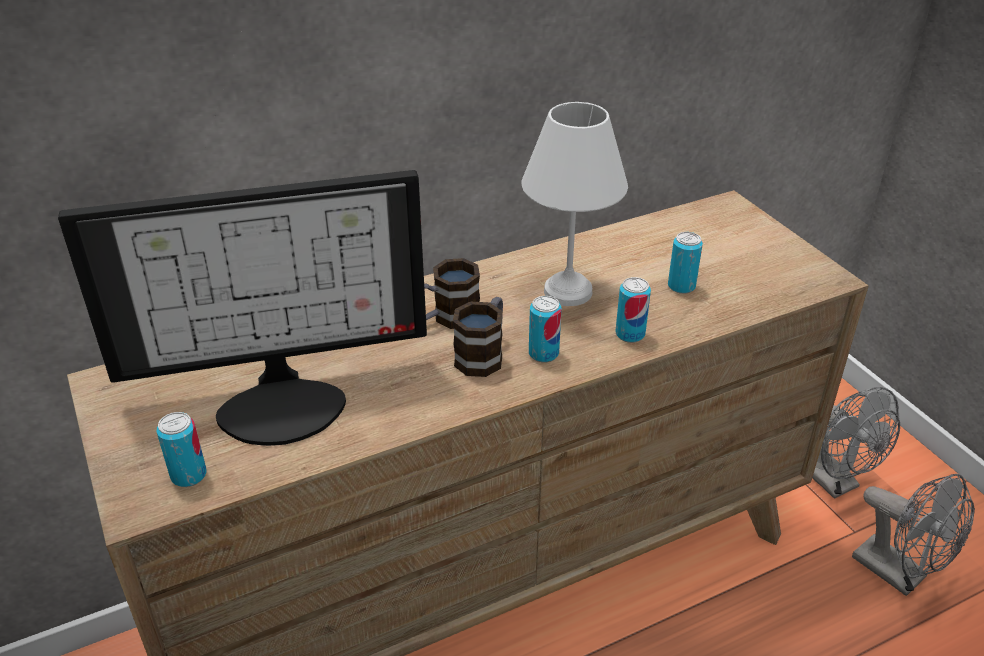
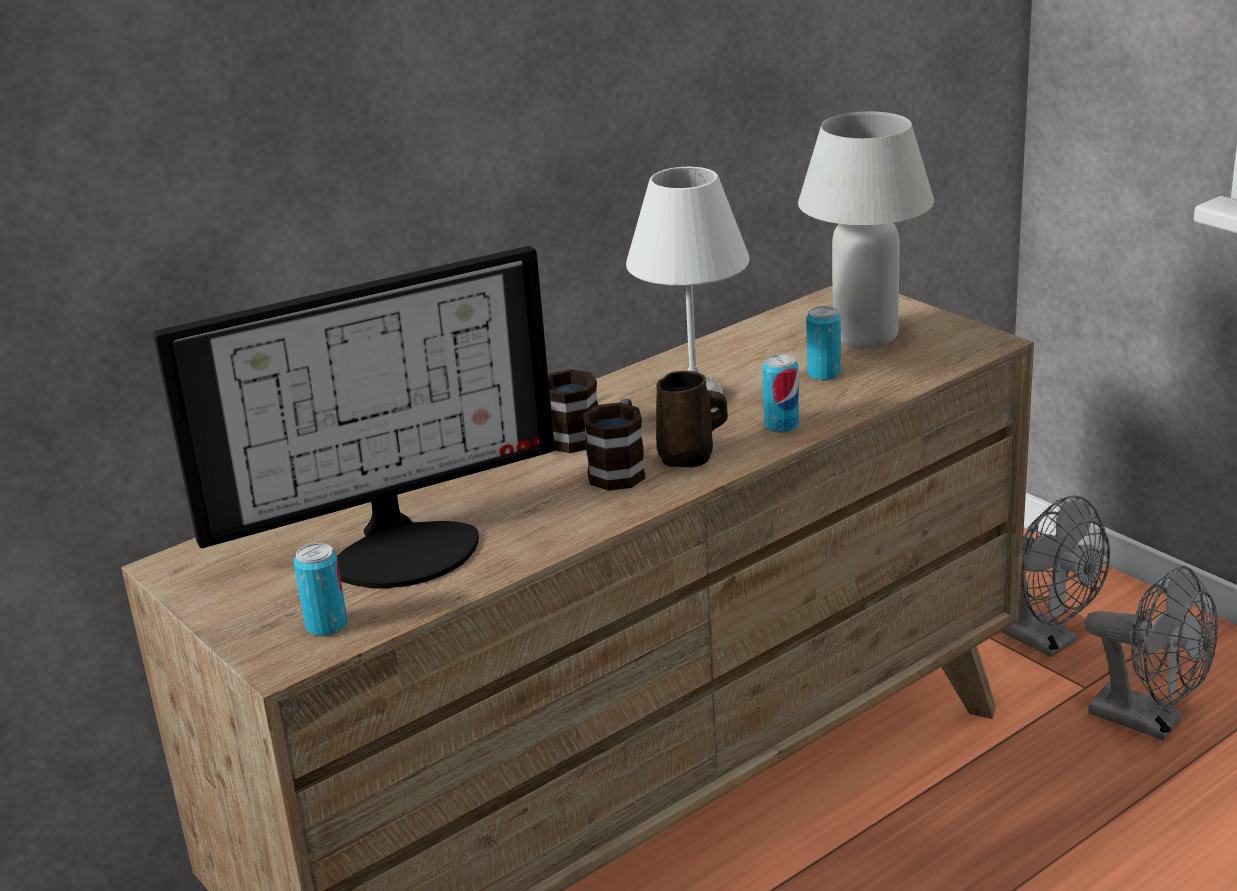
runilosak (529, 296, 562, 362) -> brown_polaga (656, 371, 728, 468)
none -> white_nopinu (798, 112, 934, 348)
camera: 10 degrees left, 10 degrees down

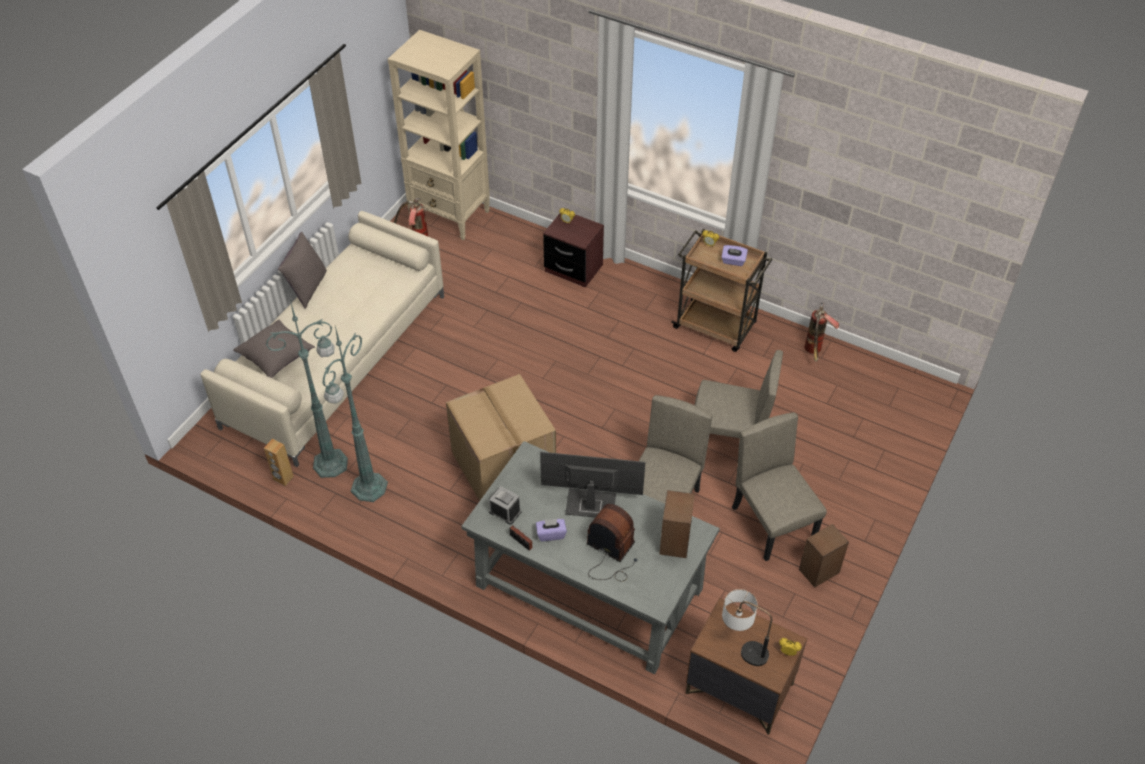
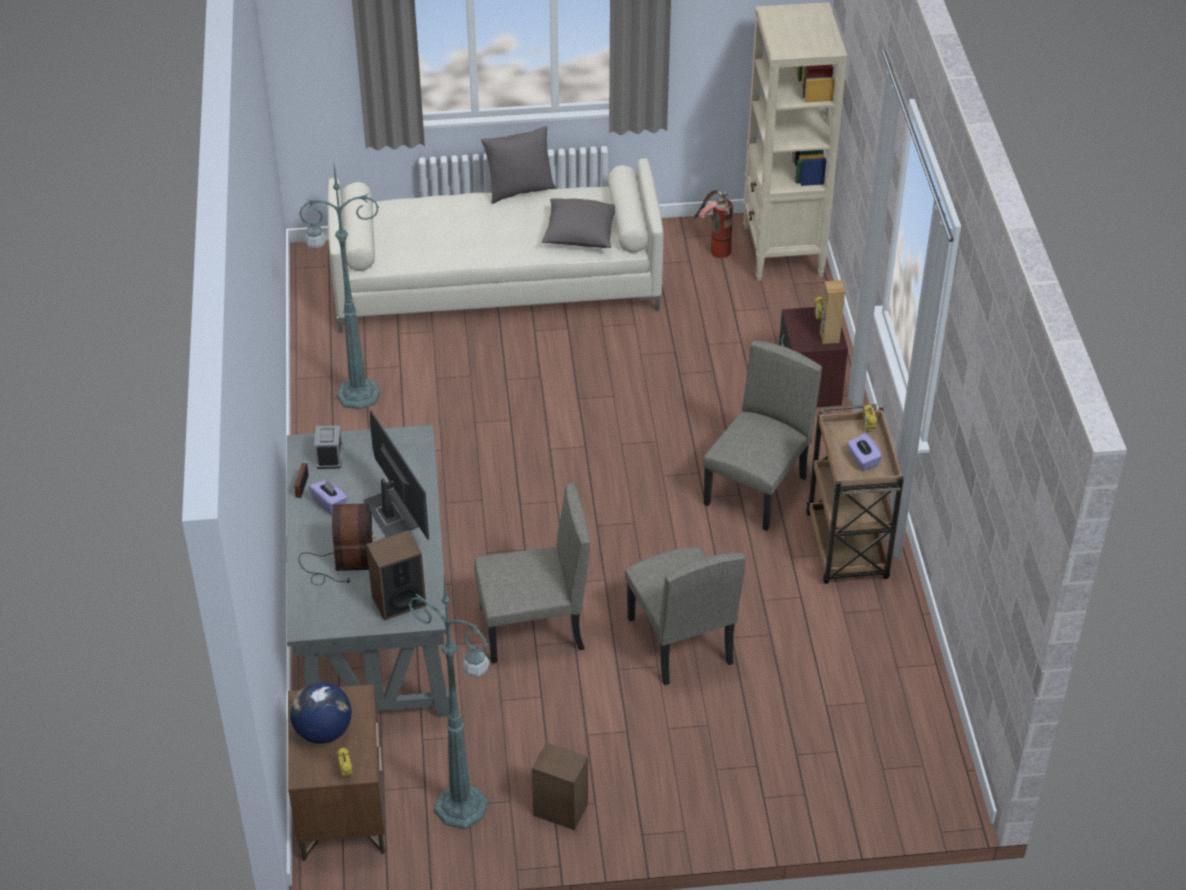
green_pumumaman (266, 300, 348, 478) -> green_pumumaman (408, 578, 490, 830), relocated
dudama (804, 302, 839, 362) -> none
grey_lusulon (233, 319, 315, 378) -> grey_lusulon (542, 198, 615, 248), relocated
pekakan (446, 374, 556, 501) -> none
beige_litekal (732, 412, 827, 561) -> beige_litekal (703, 340, 822, 531), relocated
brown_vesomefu (264, 439, 294, 486) -> brown_vesomefu (820, 280, 845, 344), relocated
nopinu (722, 589, 772, 666) -> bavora (290, 682, 352, 744)
camera: 55 degrees right, 5 degrees down

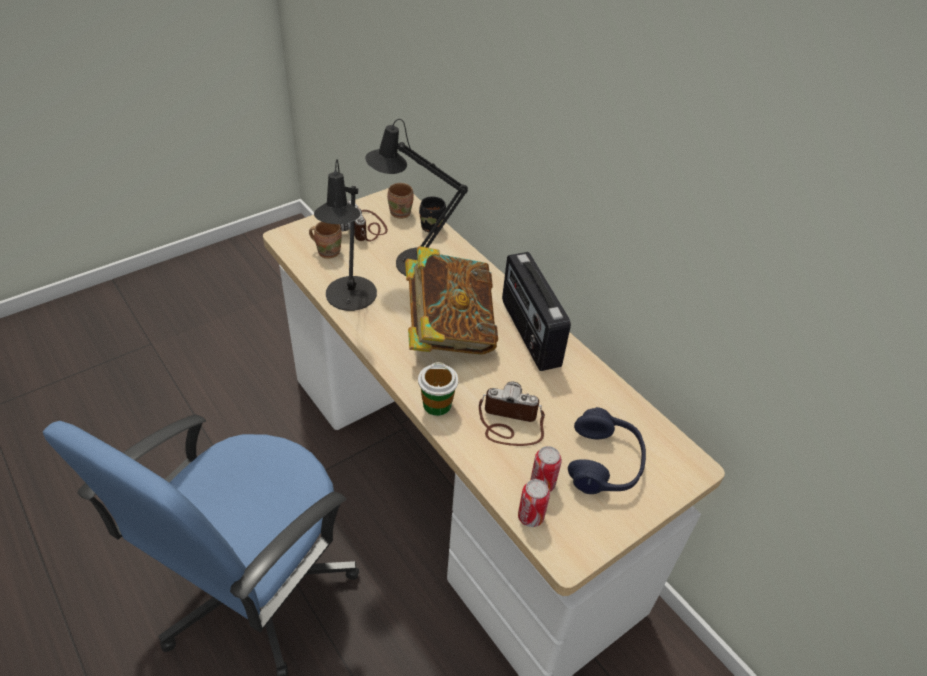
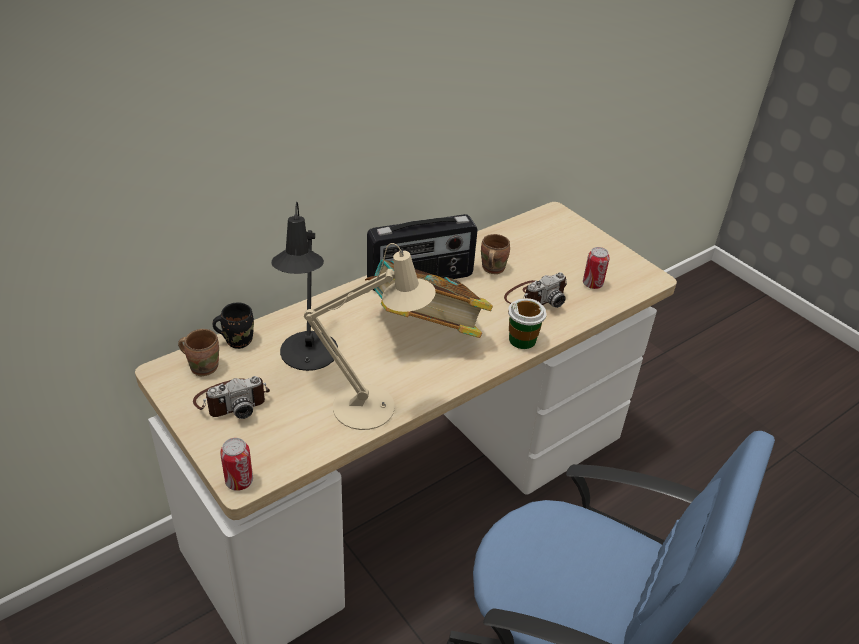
black_nopinu (314, 159, 377, 311) -> beige_nopinu (304, 243, 436, 430)
brown_polaga (309, 221, 342, 259) -> brown_polaga (481, 234, 510, 274), relocated
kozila (479, 381, 545, 446) -> kozila (504, 272, 567, 308), 135 degrees counterclockwise
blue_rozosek (568, 407, 646, 494) -> none
runilosak (518, 479, 550, 527) -> runilosak (220, 438, 253, 491), relocated
camera: 90 degrees left, 5 degrees down

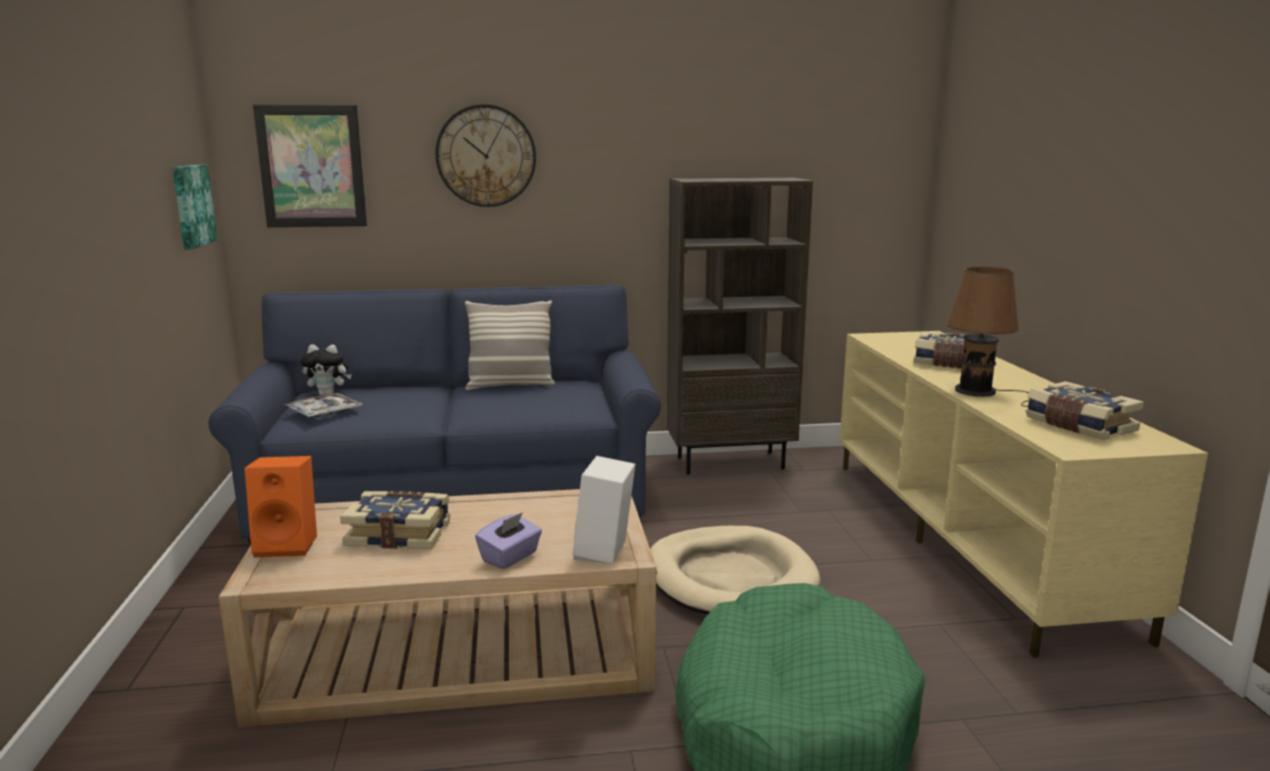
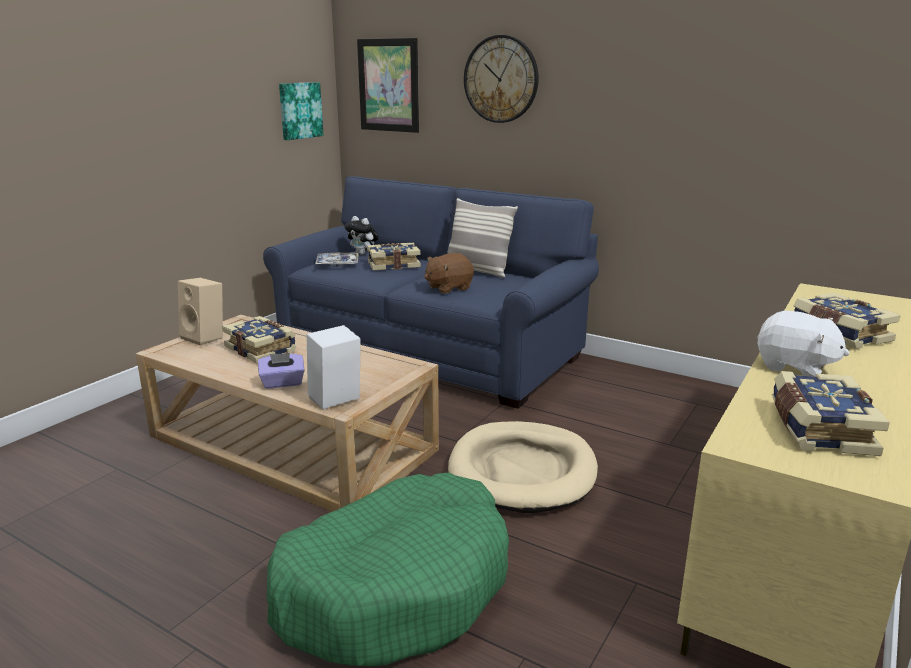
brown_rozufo (667, 178, 813, 475) -> none
brown_nopinu (947, 266, 1029, 407) -> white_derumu (757, 311, 850, 377)
orange_vesomefu (245, 456, 317, 558) -> beige_vesomefu (178, 278, 223, 346)
none -> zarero (367, 243, 421, 271)
none -> brown_derumu (424, 253, 474, 294)
camera: 40 degrees right, 5 degrees up

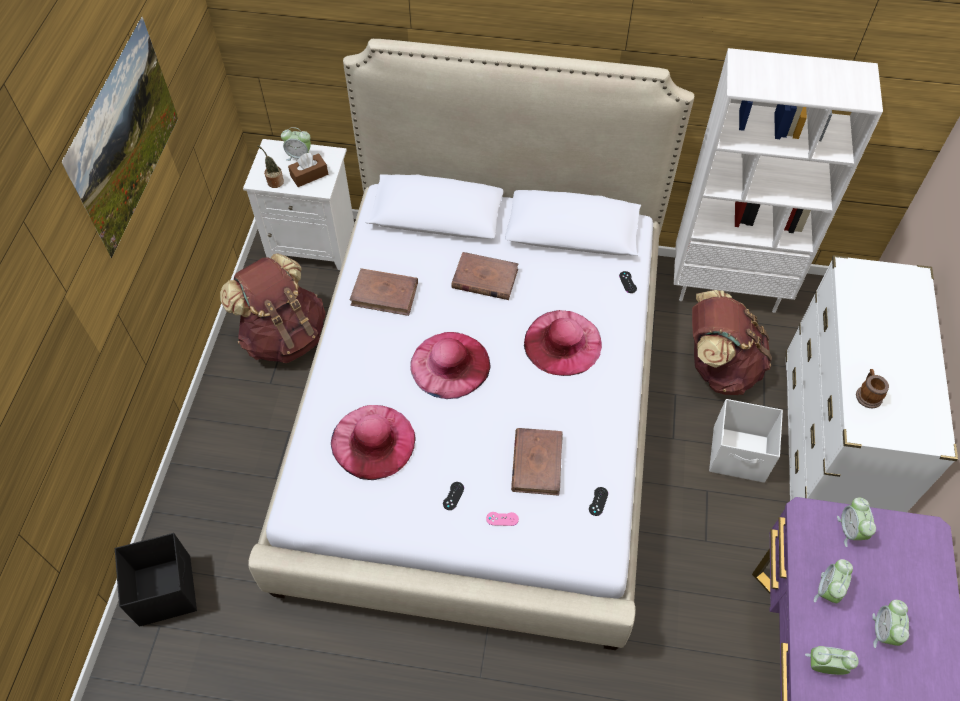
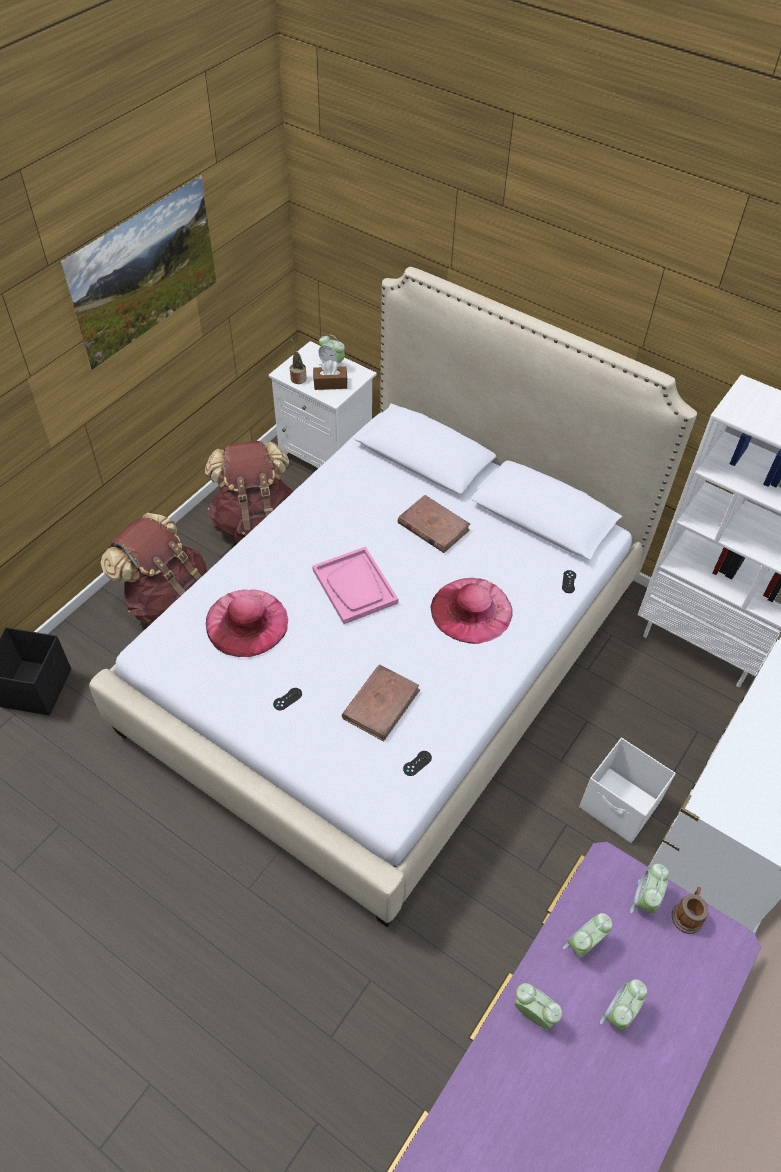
brown_zarero (350, 268, 418, 316) -> none
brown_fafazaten (692, 290, 772, 395) -> brown_fafazaten (101, 513, 207, 625), relocated
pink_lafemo (410, 332, 490, 399) -> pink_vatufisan (312, 546, 398, 624)
polaga (856, 369, 889, 408) -> polaga (672, 887, 708, 934), relocated
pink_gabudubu (486, 512, 519, 526) -> none
camera: 25 degrees right, 5 degrees down

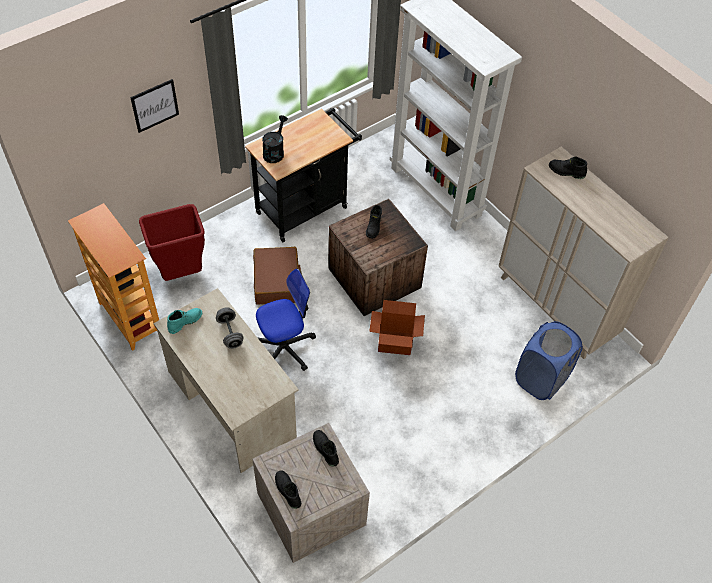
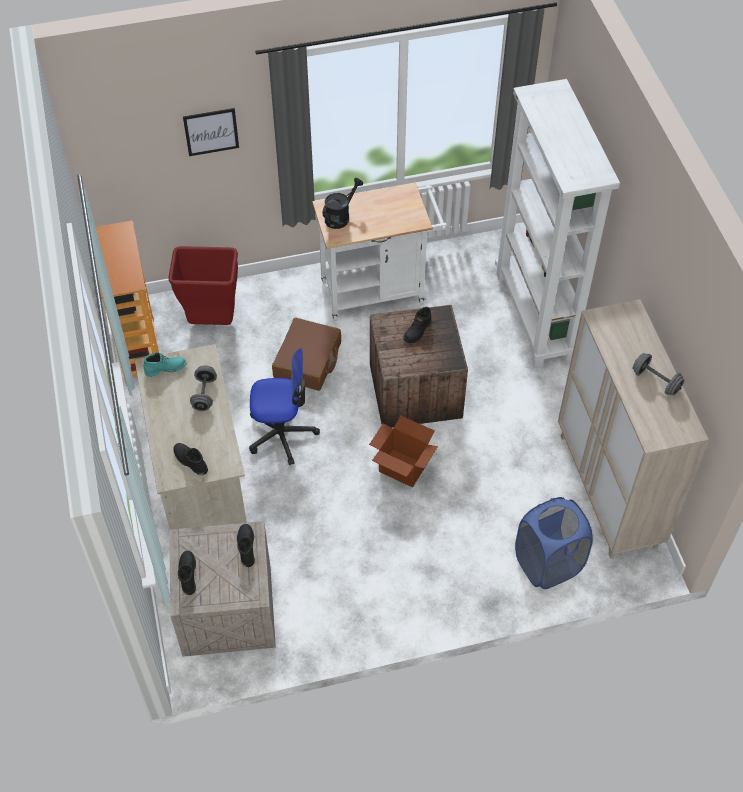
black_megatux (245, 108, 362, 242) -> white_megatux (312, 183, 447, 321)
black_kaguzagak (549, 156, 587, 179) -> black_kaguzagak (173, 443, 208, 475), relocated
none -> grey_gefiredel (633, 353, 684, 395)
camera: 25 degrees right, 0 degrees up

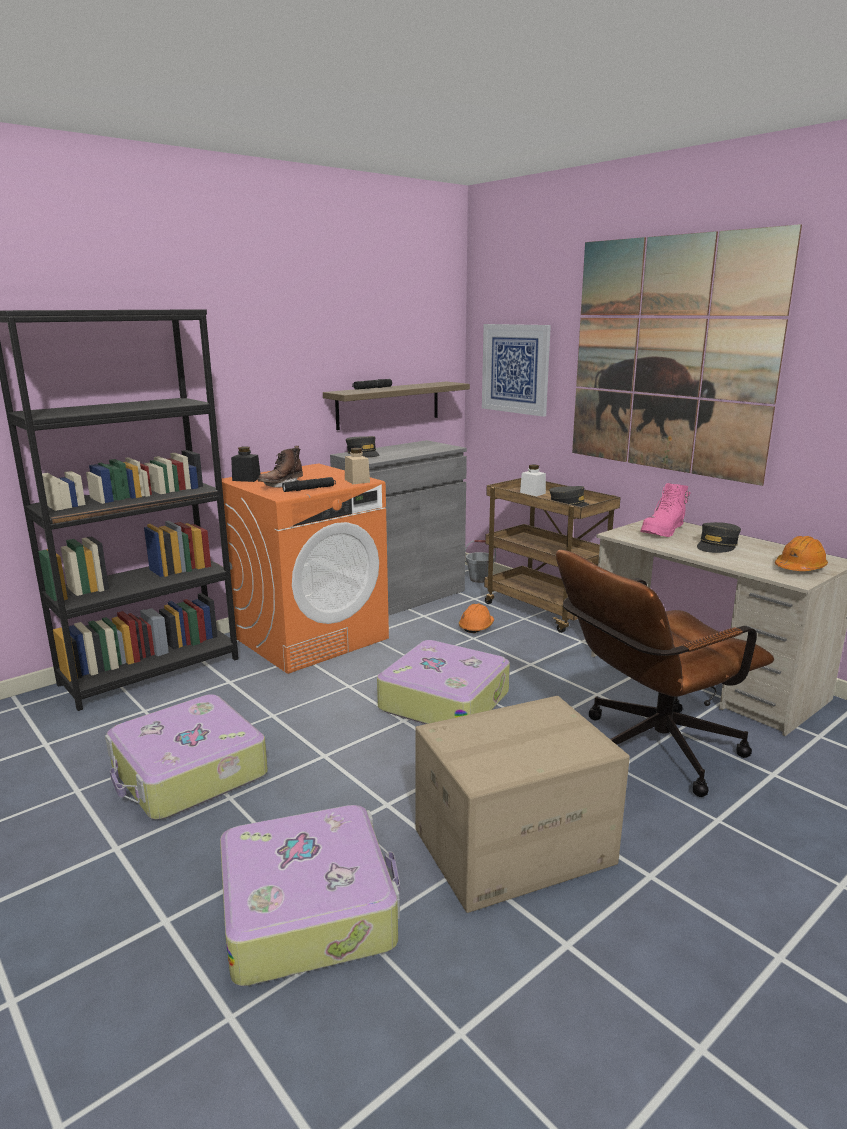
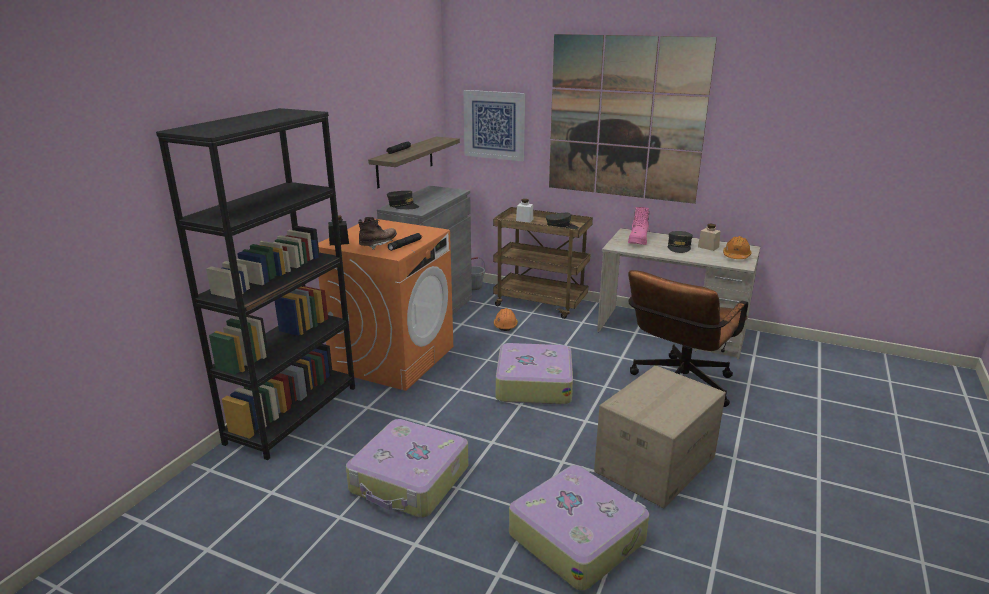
brown_kaguzagak (258, 446, 303, 488) -> brown_kaguzagak (358, 217, 397, 250), 150 degrees counterclockwise
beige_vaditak (345, 448, 370, 484) -> beige_vaditak (698, 224, 721, 251), relocated
camera: 25 degrees left, 5 degrees up

